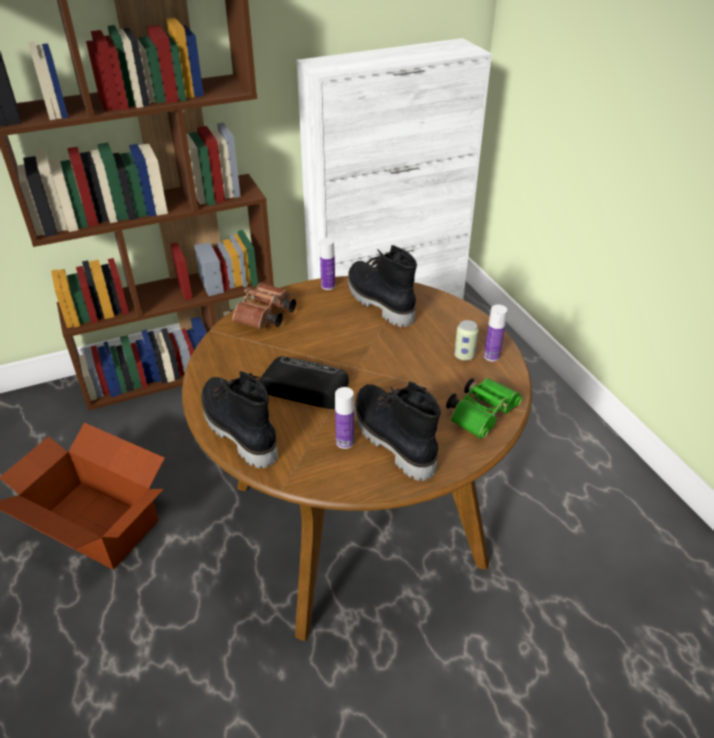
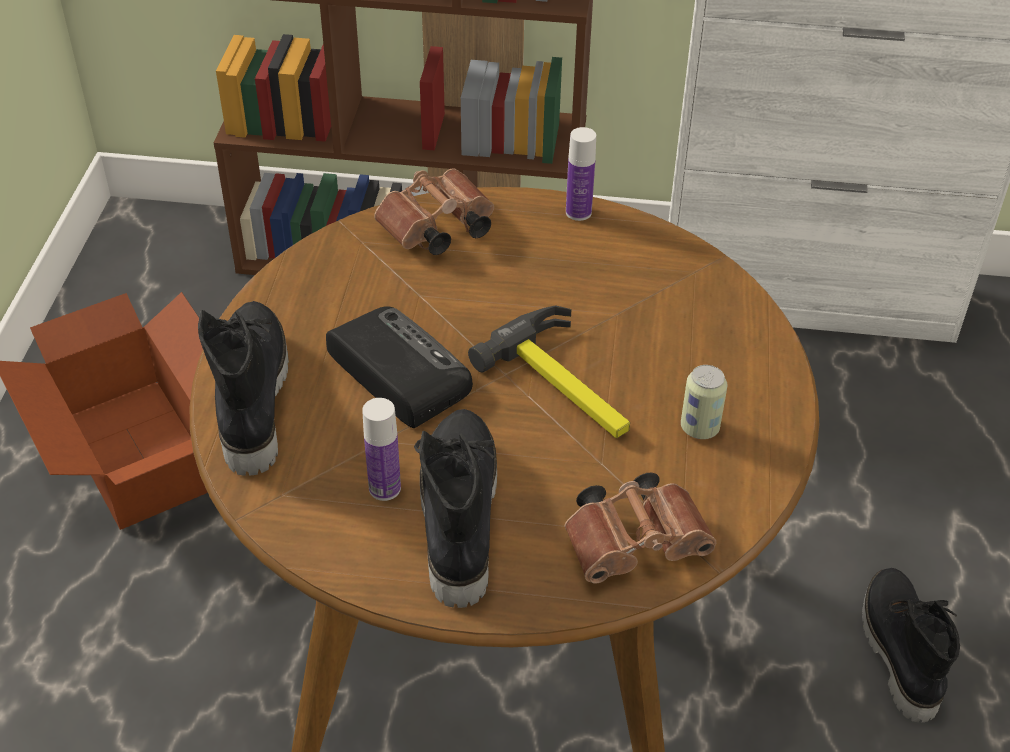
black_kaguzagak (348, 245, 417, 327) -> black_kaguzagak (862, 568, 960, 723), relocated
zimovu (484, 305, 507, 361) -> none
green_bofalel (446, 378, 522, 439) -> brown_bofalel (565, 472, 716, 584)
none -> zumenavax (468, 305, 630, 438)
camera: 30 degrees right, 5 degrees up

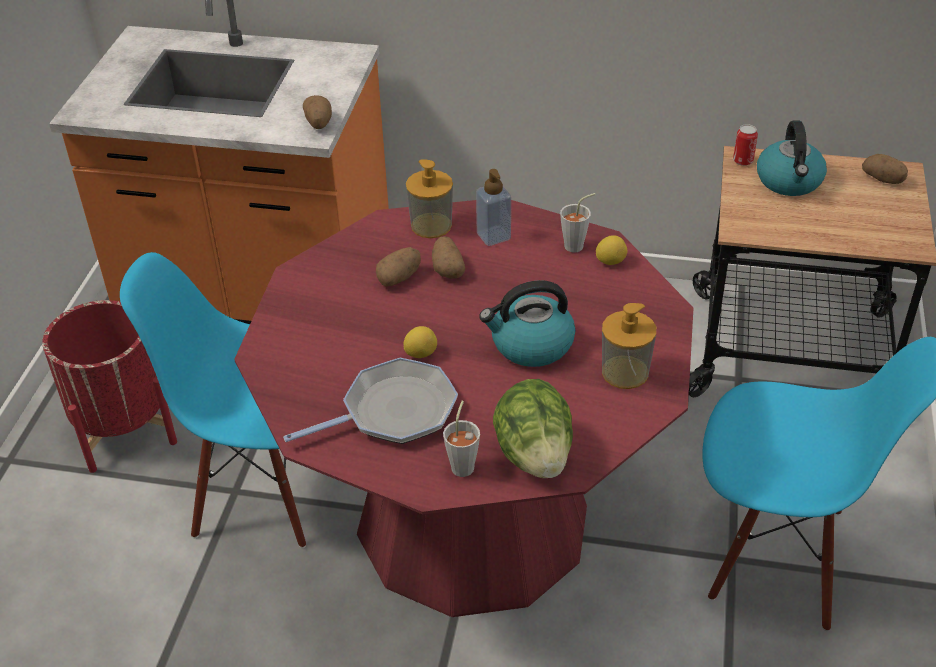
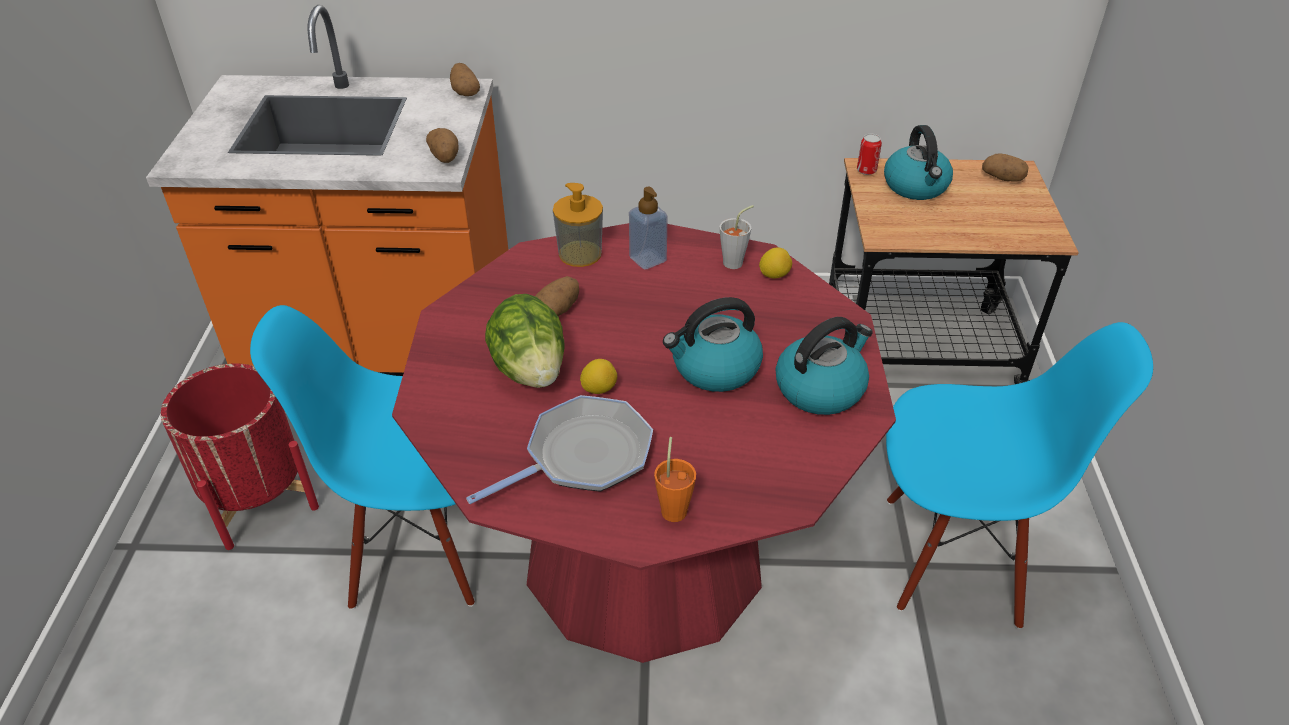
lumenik (432, 236, 465, 278) -> lumenik (450, 63, 480, 96), relocated
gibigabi (602, 303, 656, 389) -> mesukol (776, 317, 873, 415)
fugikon (493, 379, 573, 478) -> fugikon (485, 294, 565, 388), relocated
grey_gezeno (443, 401, 480, 477) -> orange_gezeno (654, 437, 696, 522)
camera: 10 degrees left, 0 degrees up

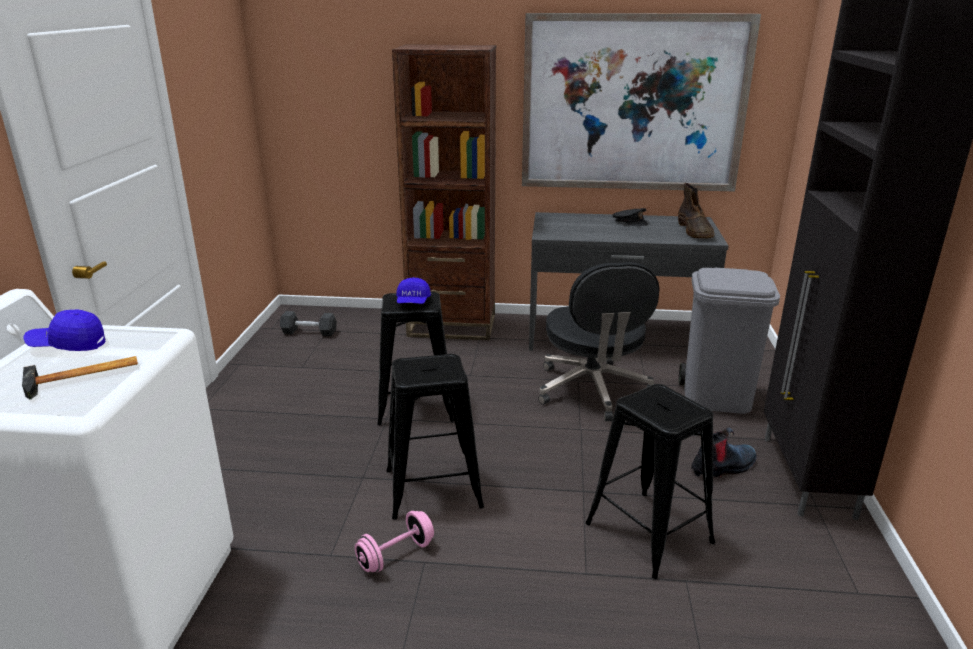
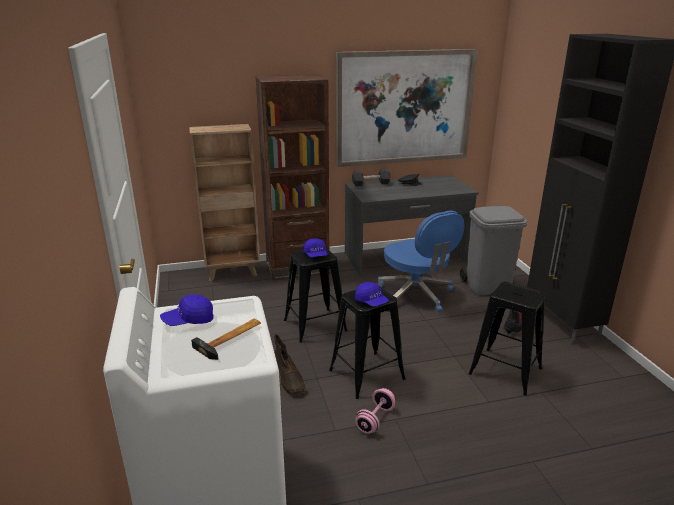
brown_kaguzagak (678, 183, 715, 239) -> brown_kaguzagak (274, 334, 305, 395), relocated
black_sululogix (538, 262, 660, 421) -> blue_sululogix (377, 210, 464, 312)
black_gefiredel (280, 311, 337, 336) -> black_gefiredel (352, 168, 390, 186), relocated
none -> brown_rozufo (189, 124, 260, 281)
none -> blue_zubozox (355, 282, 389, 307)
camera: 20 degrees left, 0 degrees up

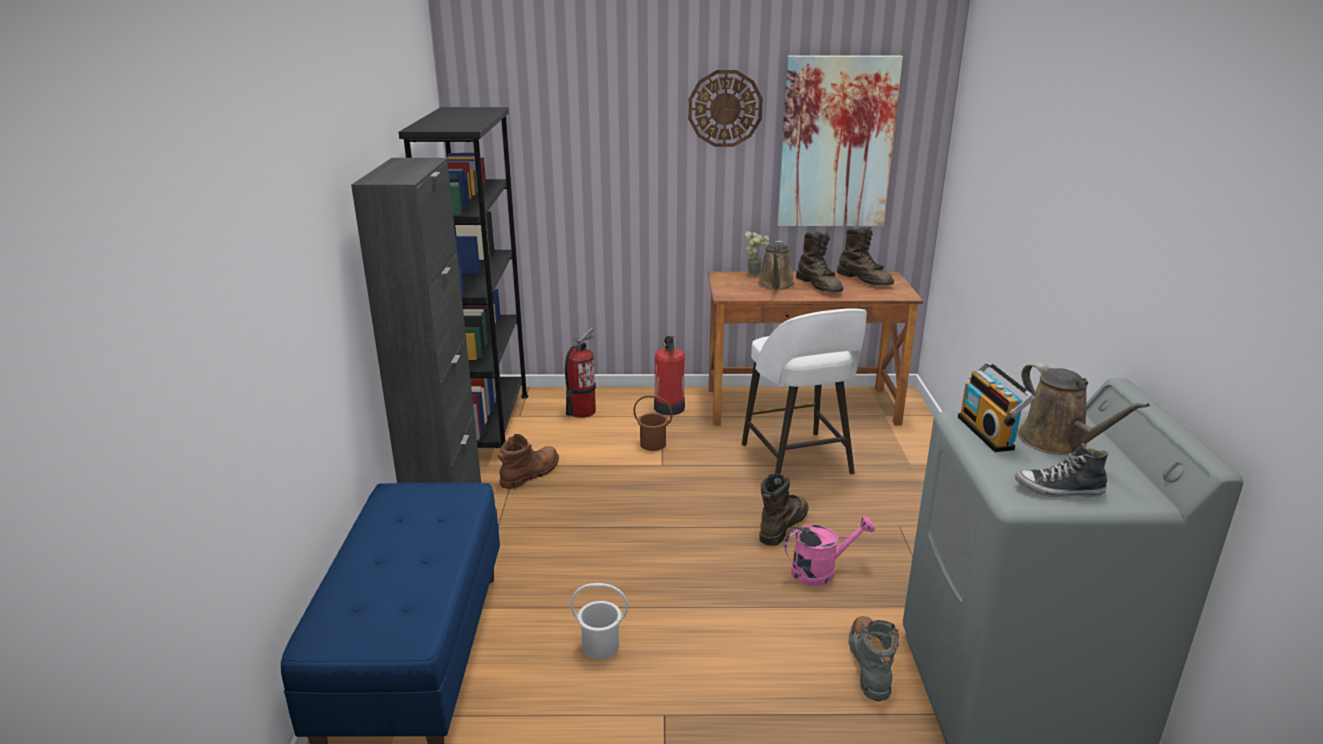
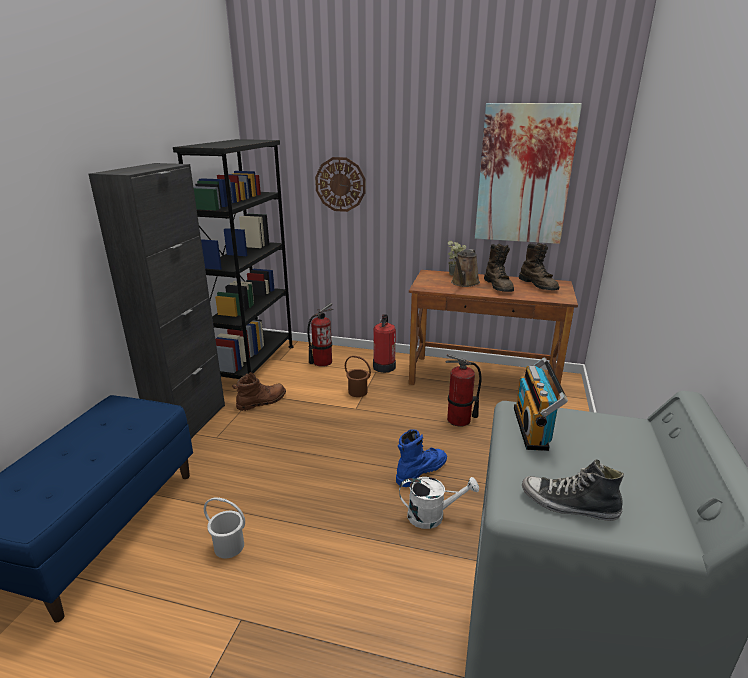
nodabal (688, 70, 763, 147) -> nodabal (315, 157, 366, 212), relocated
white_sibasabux (742, 308, 867, 474) -> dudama (445, 354, 481, 427)
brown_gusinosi (1018, 362, 1150, 455) -> none
brown_kaguzagak (760, 474, 809, 546) -> blue_kaguzagak (396, 429, 447, 487)
pink_gusinosi (784, 516, 875, 586) -> white_gusinosi (399, 477, 479, 529)
grey_kaguzagak (849, 616, 899, 701) -> none
camera: 15 degrees right, 0 degrees up

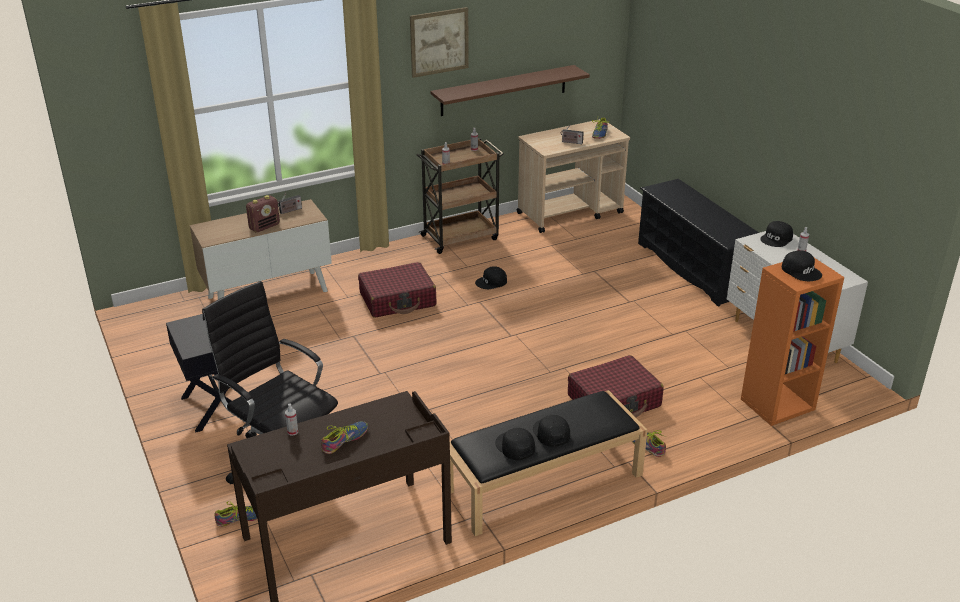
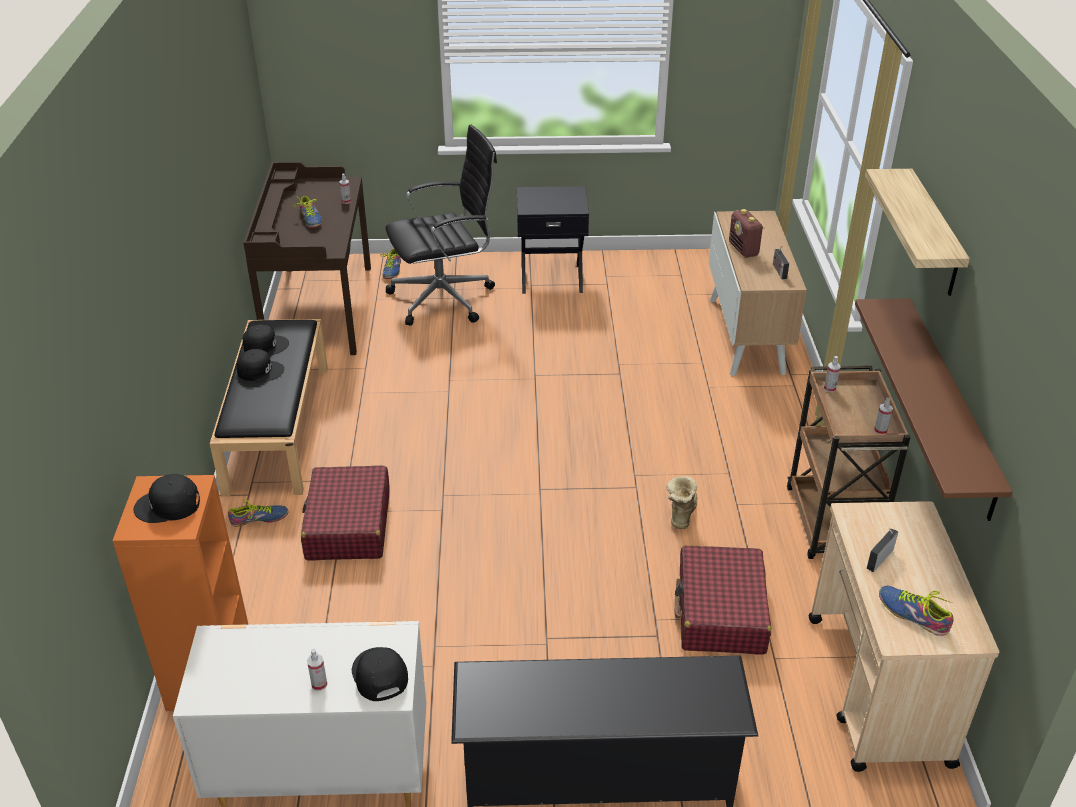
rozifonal (410, 7, 469, 78) -> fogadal (865, 169, 970, 296)
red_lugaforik (358, 262, 436, 318) -> red_lugaforik (675, 545, 771, 655), relocated
black_zubozox (475, 266, 507, 289) -> kaguzagak (667, 476, 697, 529)
camera: 115 degrees right, 5 degrees up

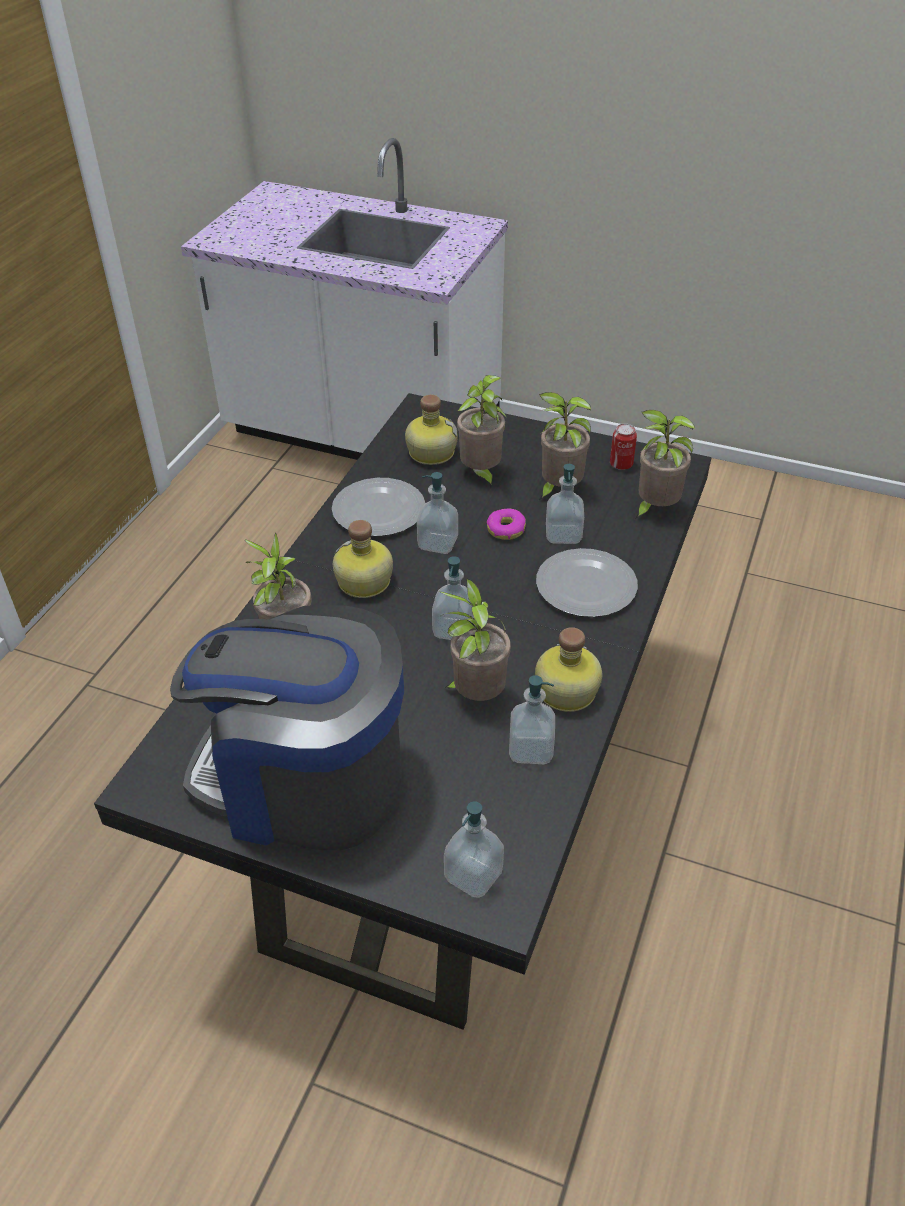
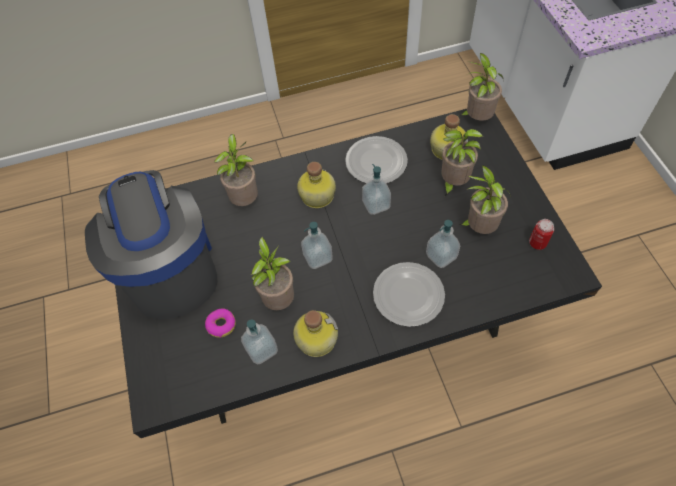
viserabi (635, 410, 695, 519) -> viserabi (460, 53, 504, 121), relocated
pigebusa (487, 509, 526, 540) -> pigebusa (205, 309, 236, 338), relocated
gibigabi (444, 801, 504, 898) -> none
camera: 55 degrees right, 15 degrees up

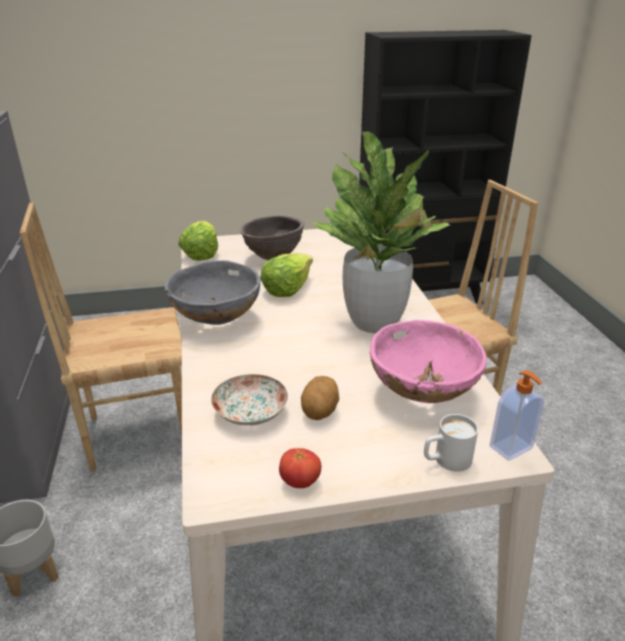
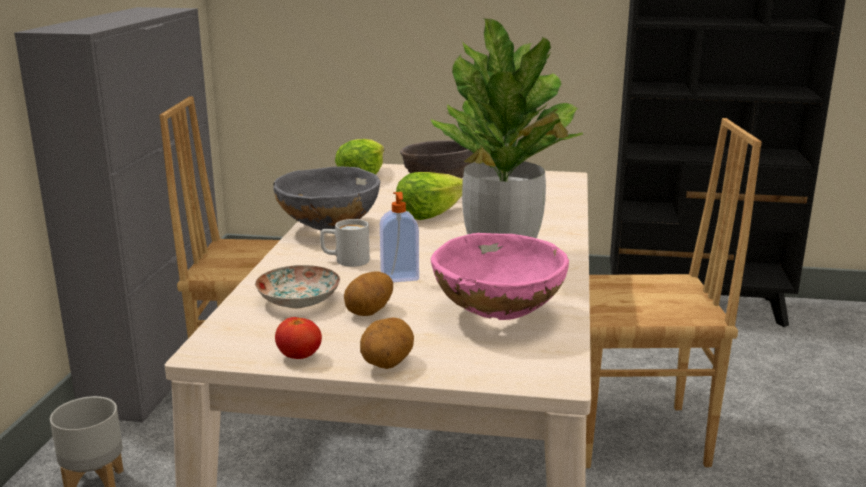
gibigabi (490, 370, 544, 461) -> gibigabi (380, 192, 419, 283), relocated
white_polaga (424, 414, 478, 472) -> white_polaga (320, 219, 370, 267), relocated
none -> lumenik (360, 318, 414, 369)
camera: 20 degrees right, 10 degrees down

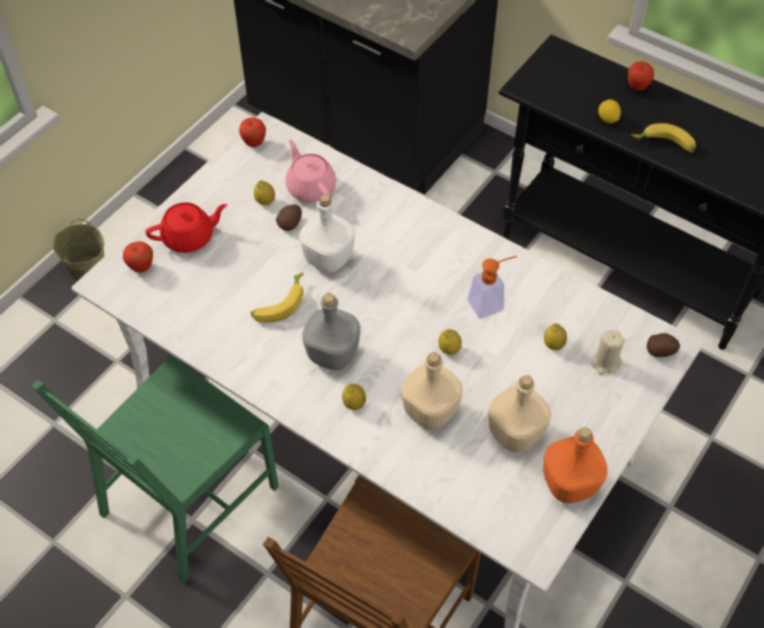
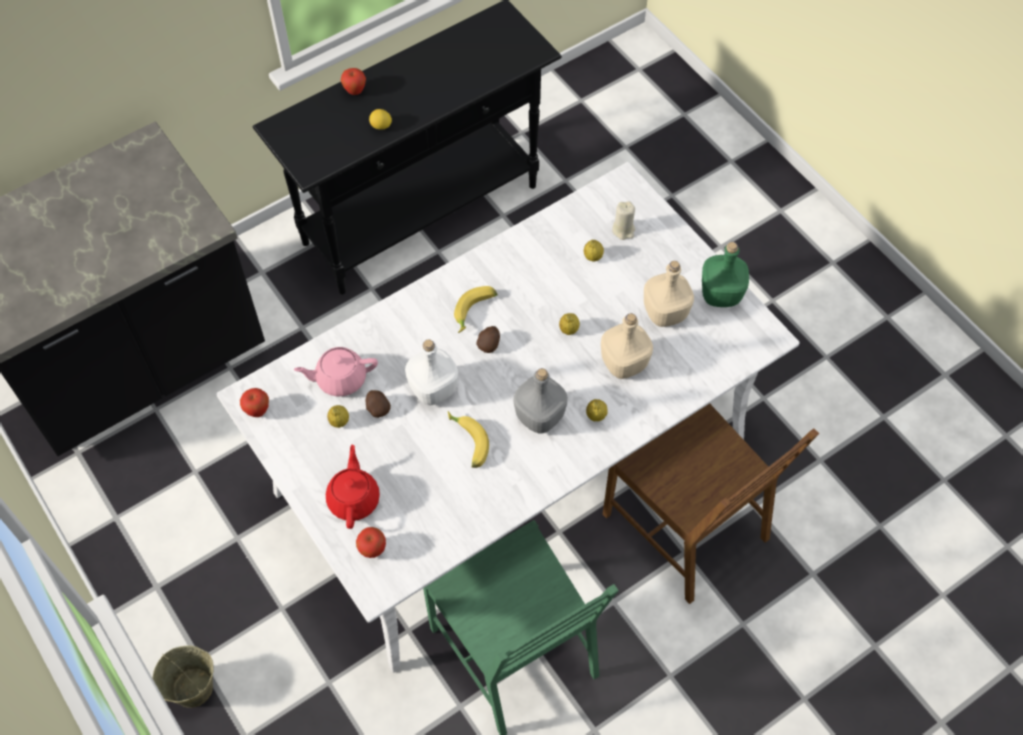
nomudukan (631, 123, 696, 153) -> nomudukan (454, 286, 498, 333), relocated
gibigabi (467, 256, 517, 319) -> none
lumenik (647, 333, 680, 357) -> lumenik (476, 326, 500, 353), relocated
orange_zimovu (543, 427, 608, 503) -> green_zimovu (702, 242, 749, 307)
camera: 70 degrees left, 5 degrees up

